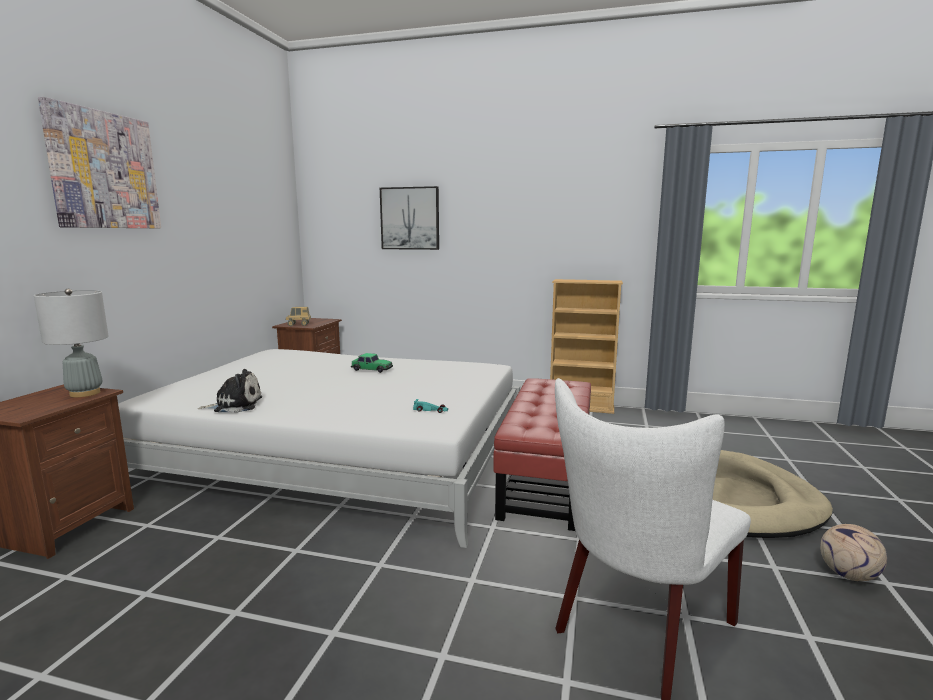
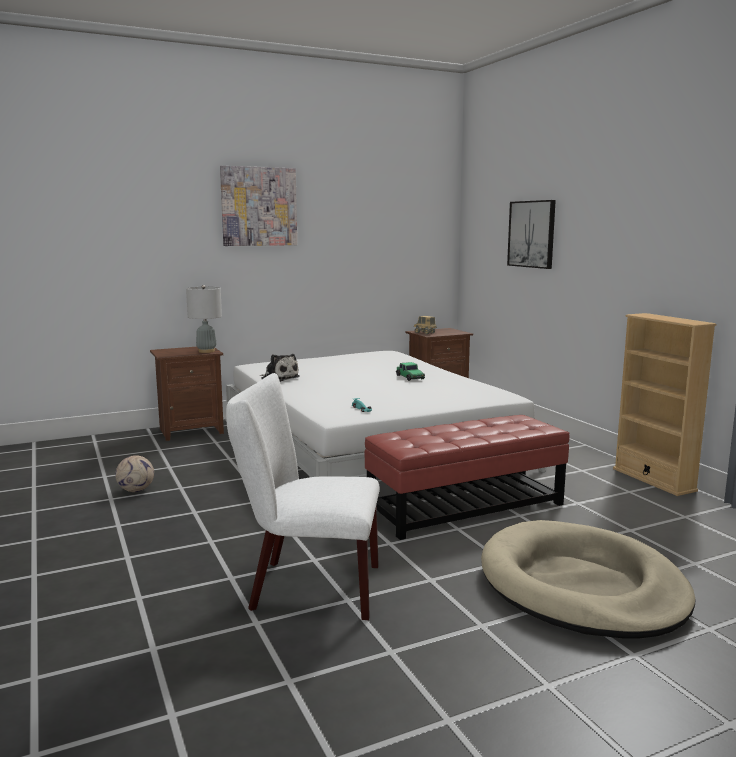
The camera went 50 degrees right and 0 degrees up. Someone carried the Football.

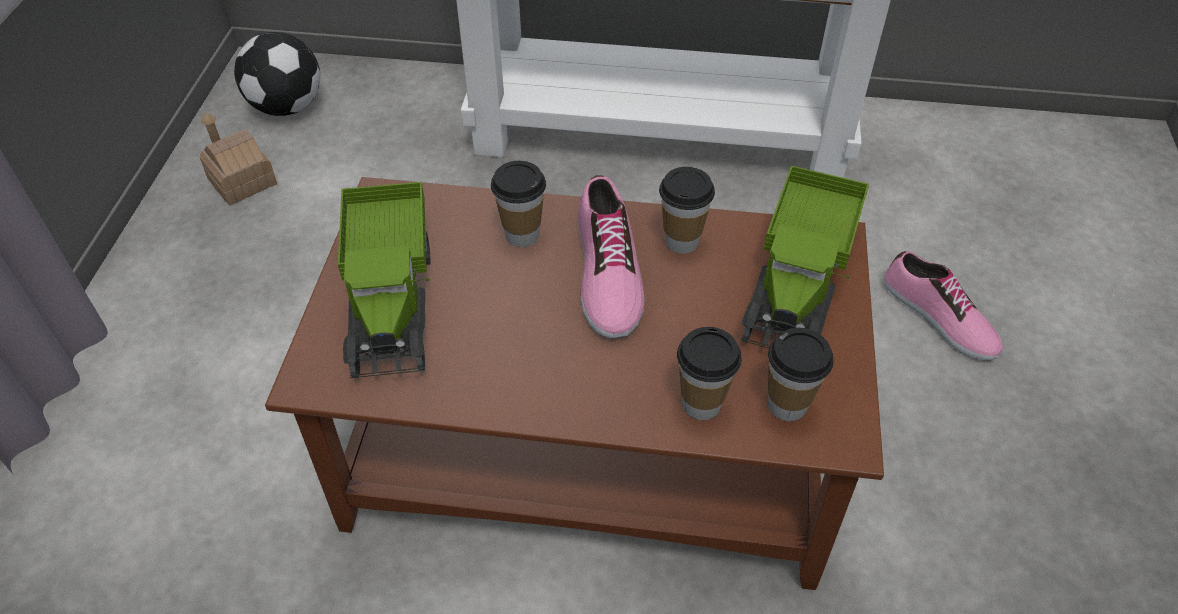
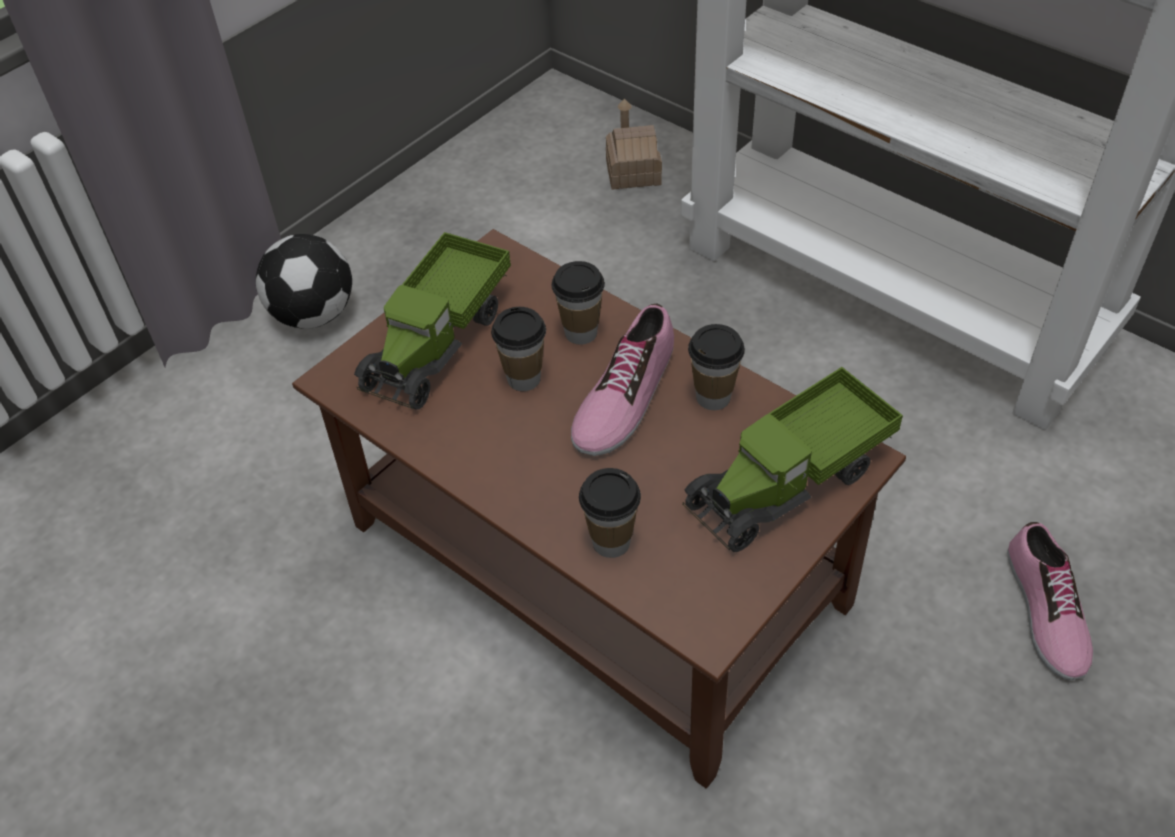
The camera went 35 degrees right and 0 degrees up. Someone carried the Football. Someone carried the ToyHouse. Someone carried the Cup (4th from left in the first image).

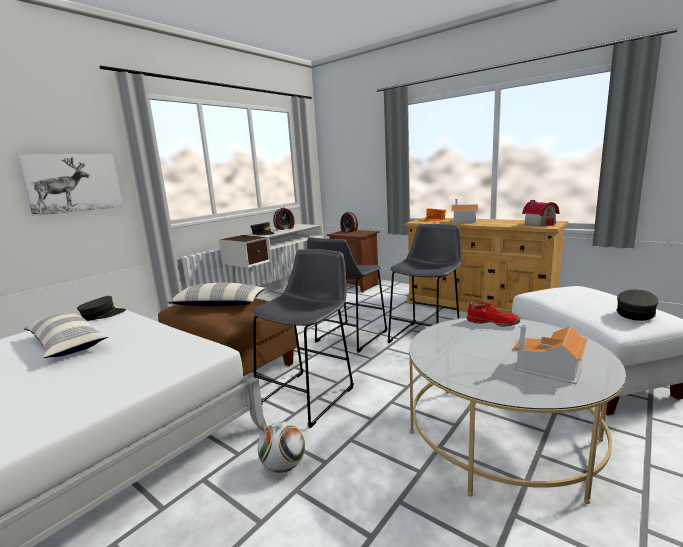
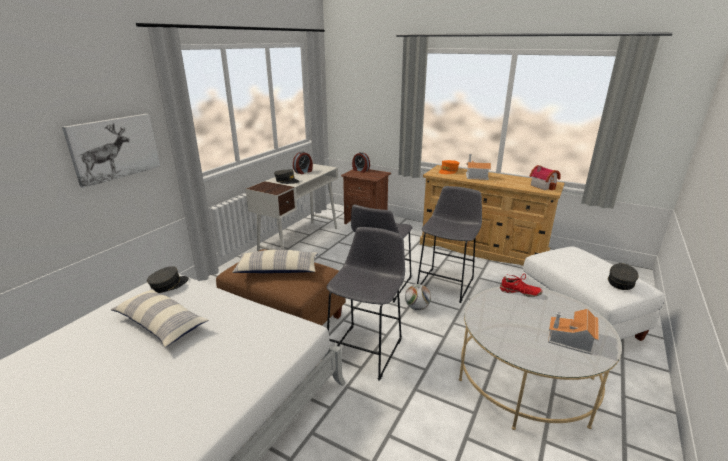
The camera went 10 degrees left and 10 degrees up. Someone carried the Football.

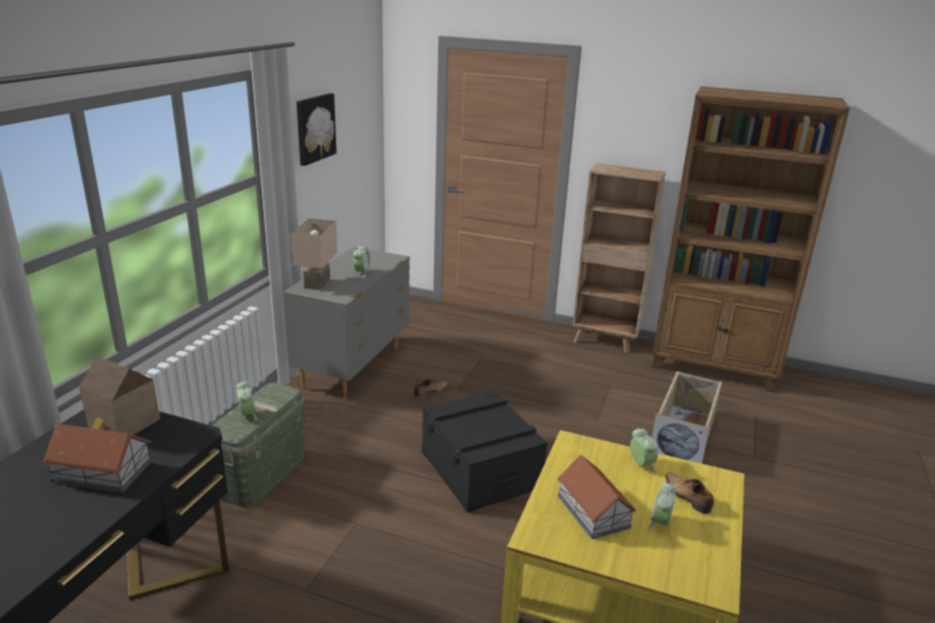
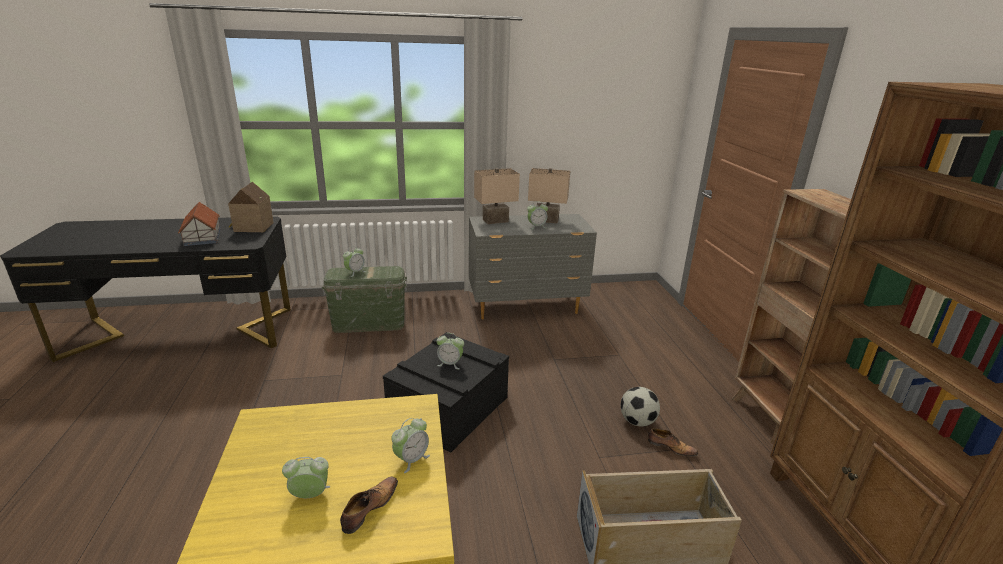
The camera went 60 degrees right and 0 degrees up. Someone took away the Picture. Someone carried the Shoe (1st from left in the first image). Someone took away the ToyHouse (3rd from left). Someone put down the BeigeTableLamp (2nd from left). Someone put down the AlarmClock (4th from left). Someone put down the Football.

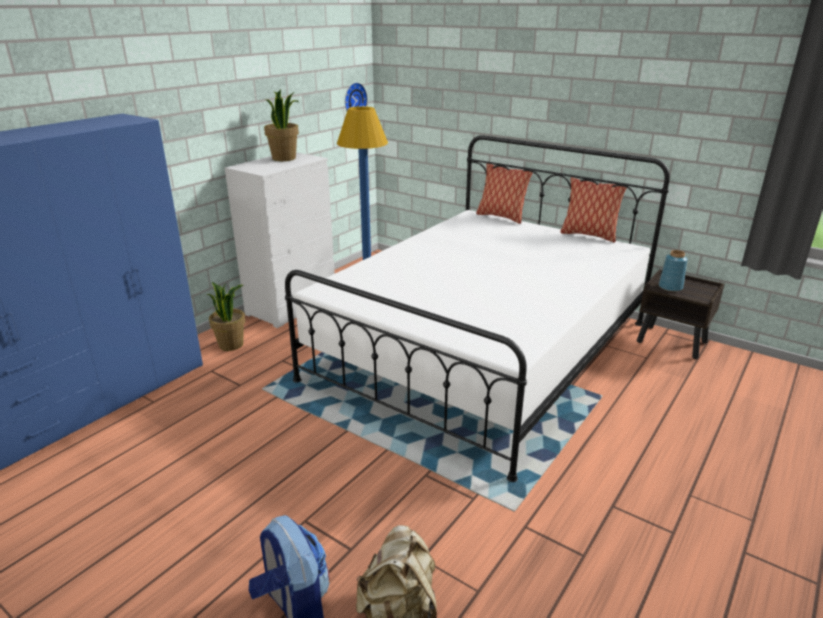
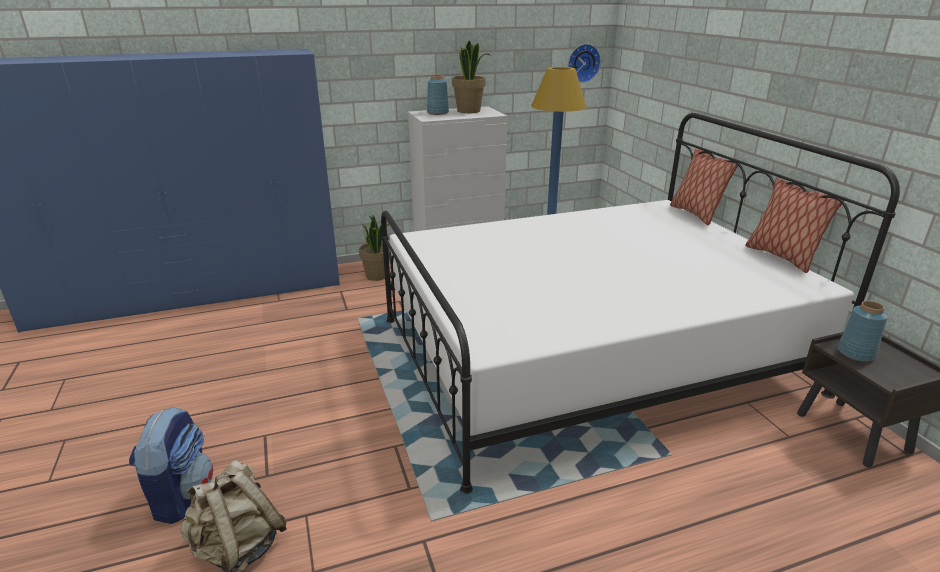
The camera went 35 degrees right and 0 degrees up. Someone put down the BlueVase (1st from left).

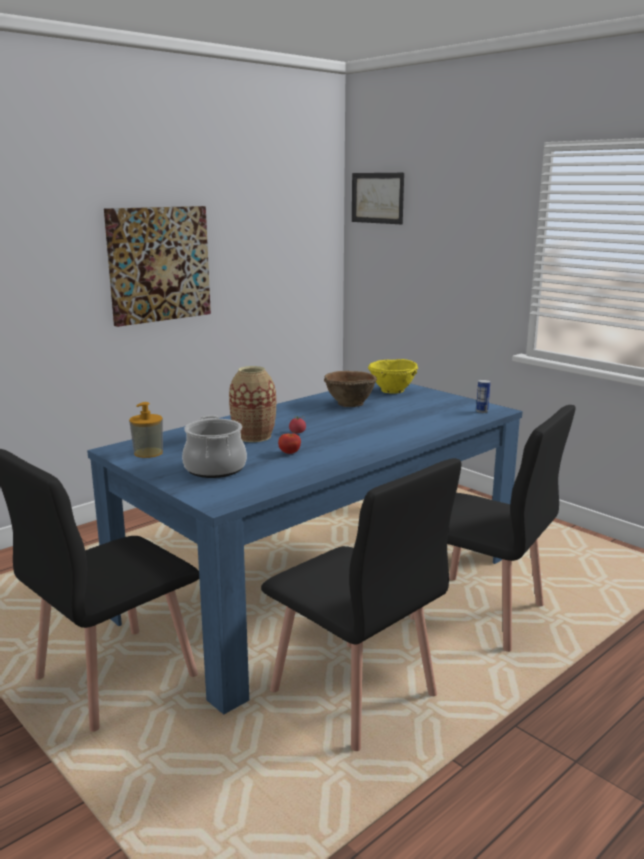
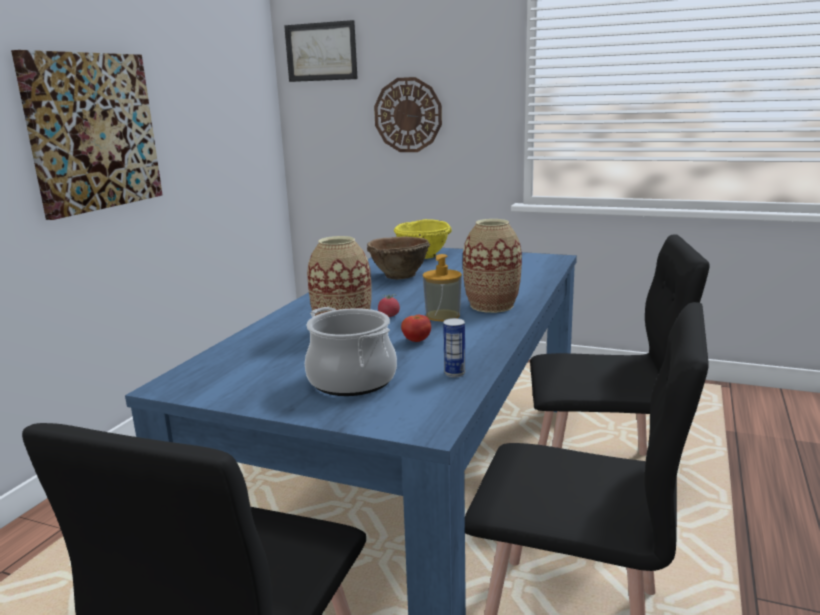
The camera went 25 degrees left and 0 degrees up. Someone carried the Can. Someone carried the SoapDispenser. Someone put up the WallClock. Someone put down the Vase (2nd from left).

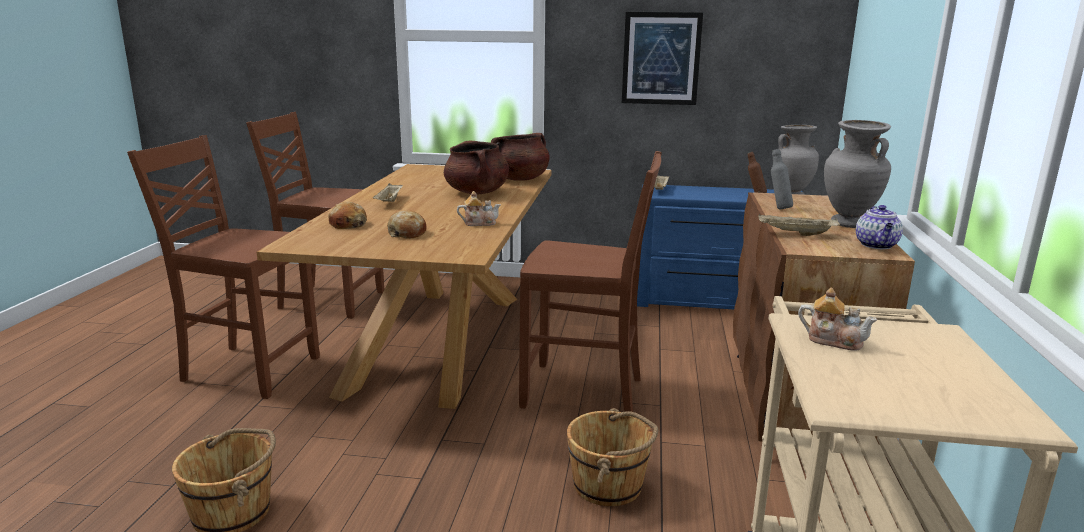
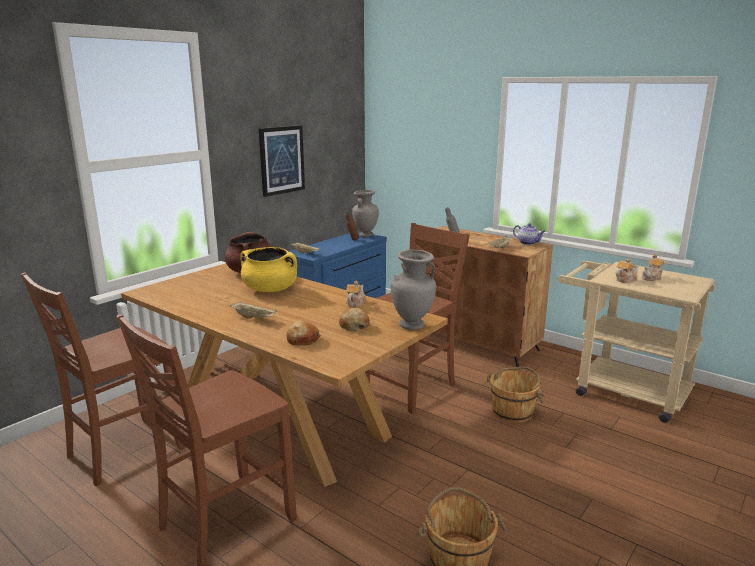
The camera went 60 degrees left and 0 degrees up. Someone carried the GreyVase (2nd from left). Someone repainted the BrownCookingPot (1st from left), which became the YellowCookingPot. Someone put down the Teapot (4th from left).

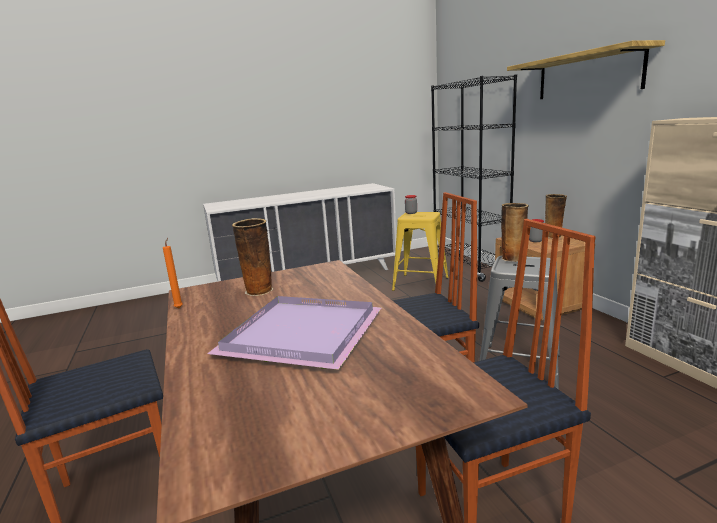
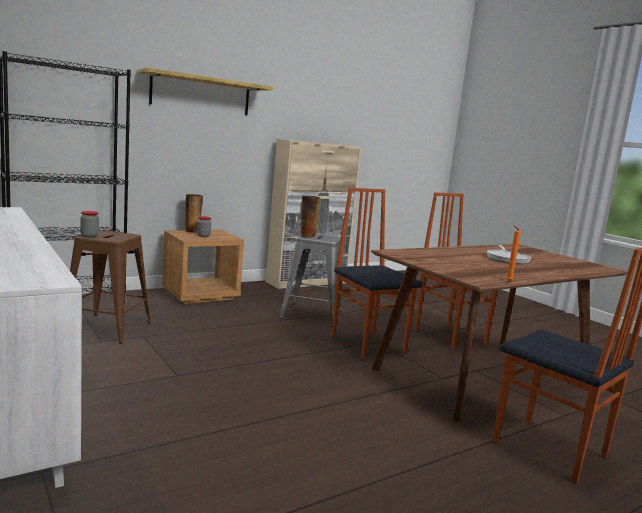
The camera went 105 degrees left and 5 degrees down. Someone repainted the YellowStool, which became the BrownStool. Someone took away the Vase (1st from left). Someone swapped the PurpleTray for the FryingPan.

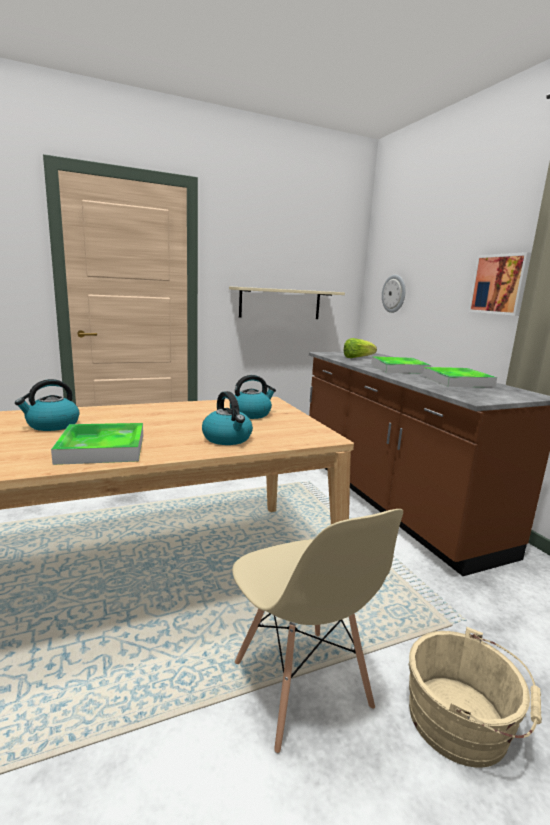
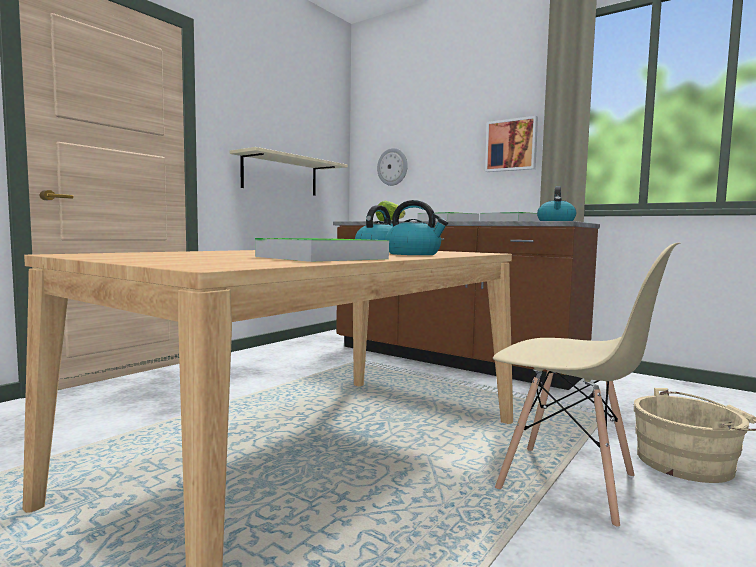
The camera went 30 degrees left and 10 degrees down. Someone carried the Kettle (1st from left in the first image).

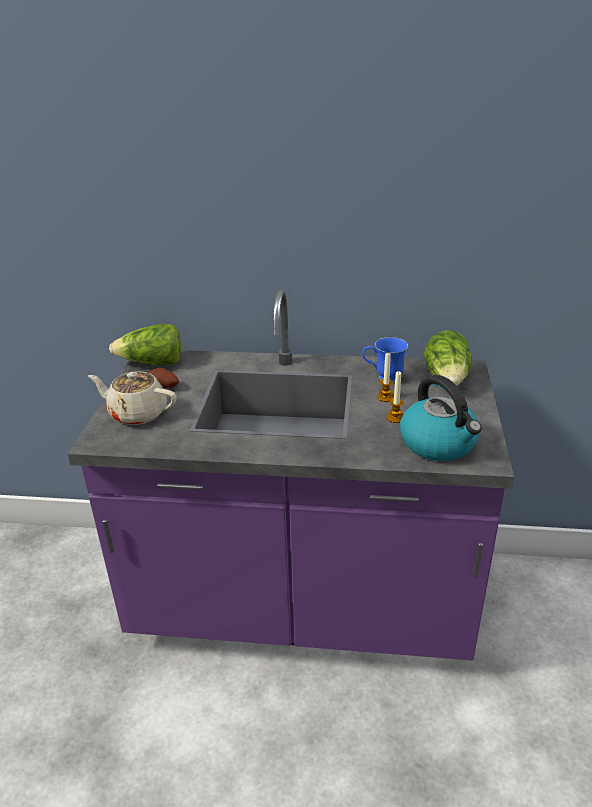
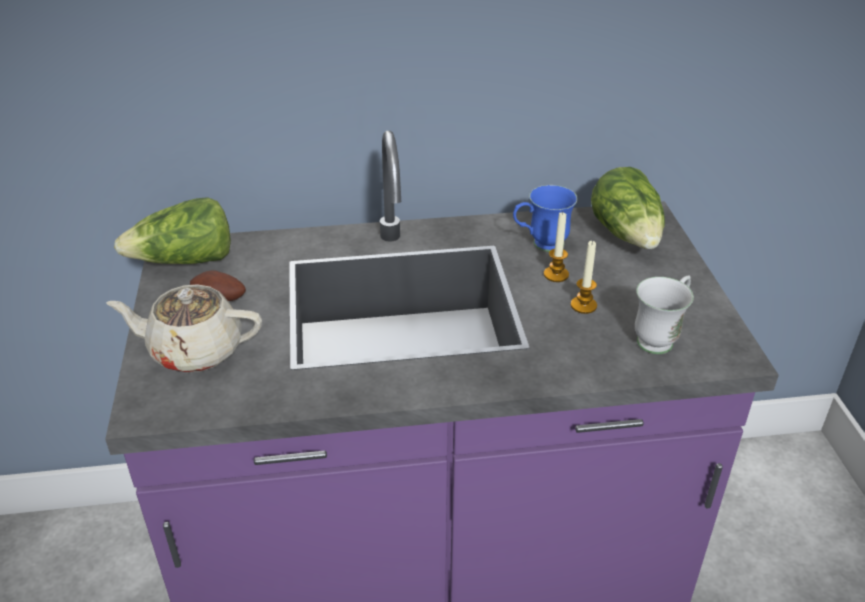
The camera went 15 degrees left and 5 degrees up. Someone swapped the Kettle for the WhiteMug.

